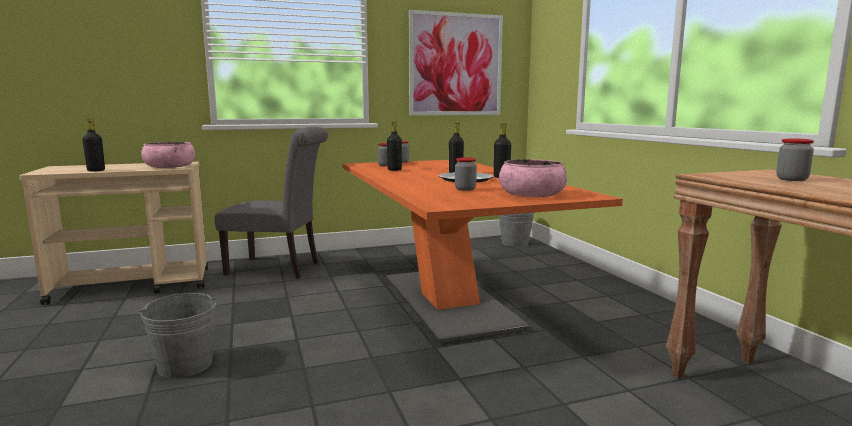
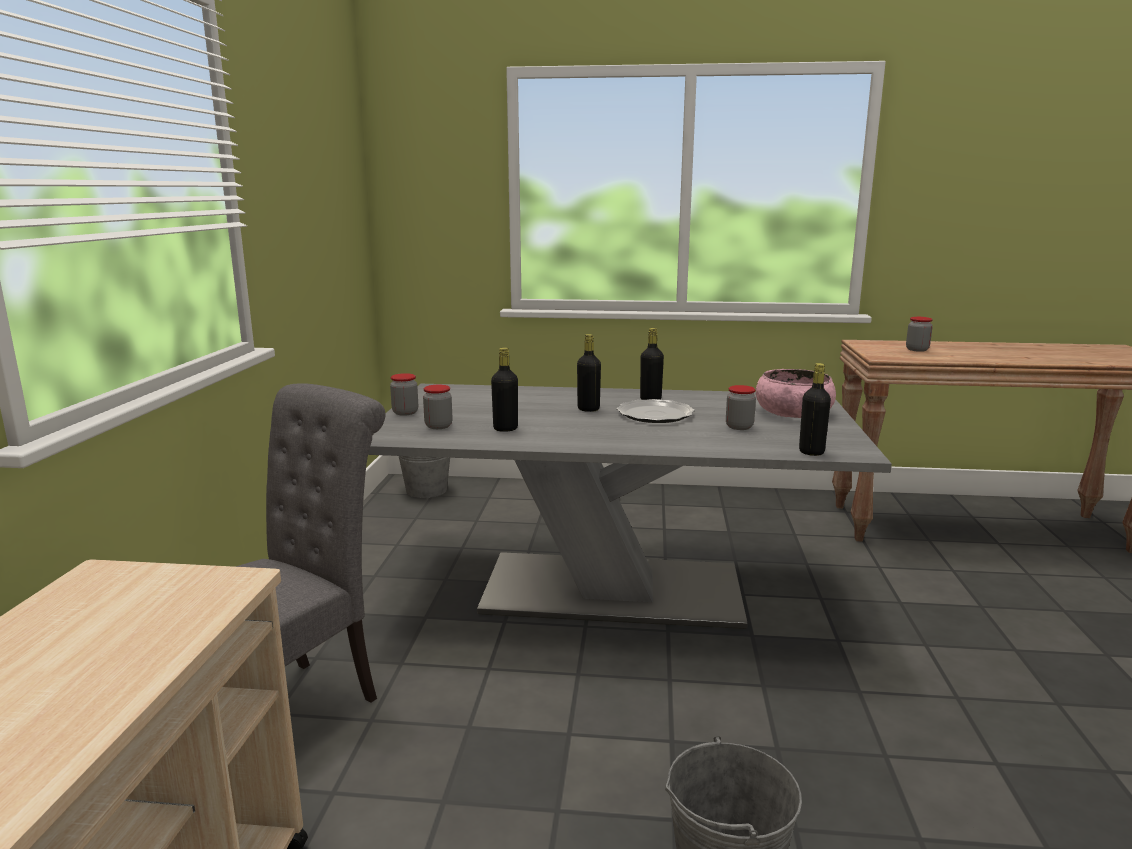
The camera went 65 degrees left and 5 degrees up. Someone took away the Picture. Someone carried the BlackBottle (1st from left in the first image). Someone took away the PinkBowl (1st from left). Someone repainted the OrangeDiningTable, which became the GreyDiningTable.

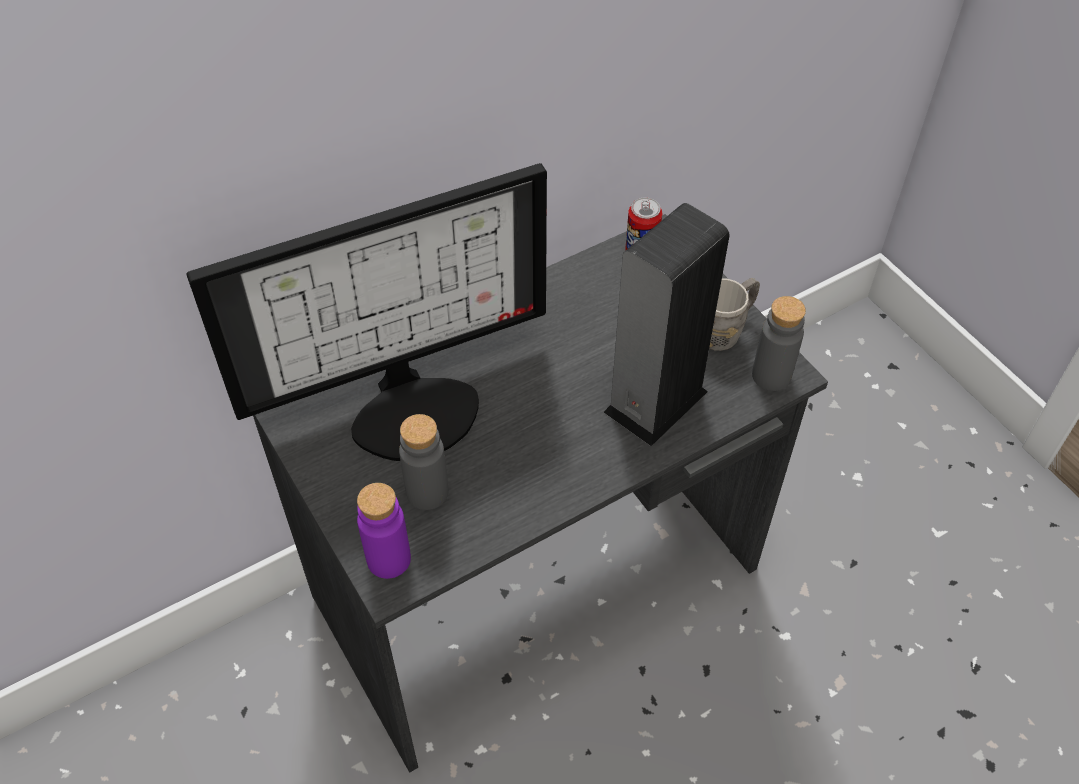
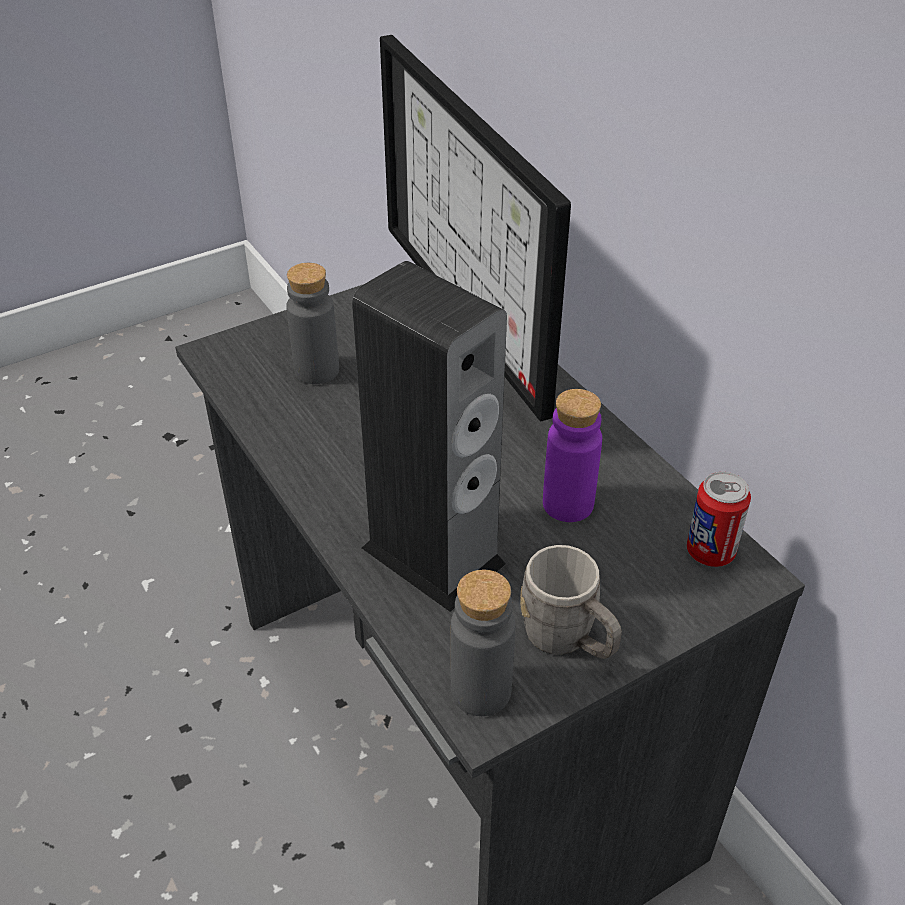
The camera went 90 degrees right and 10 degrees down. Someone carried the PurpleBottle.

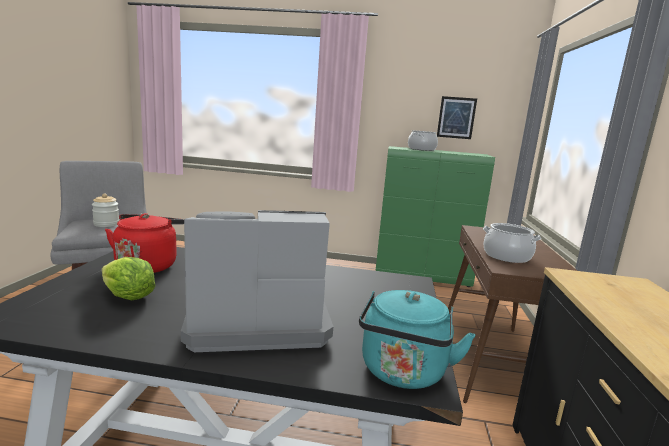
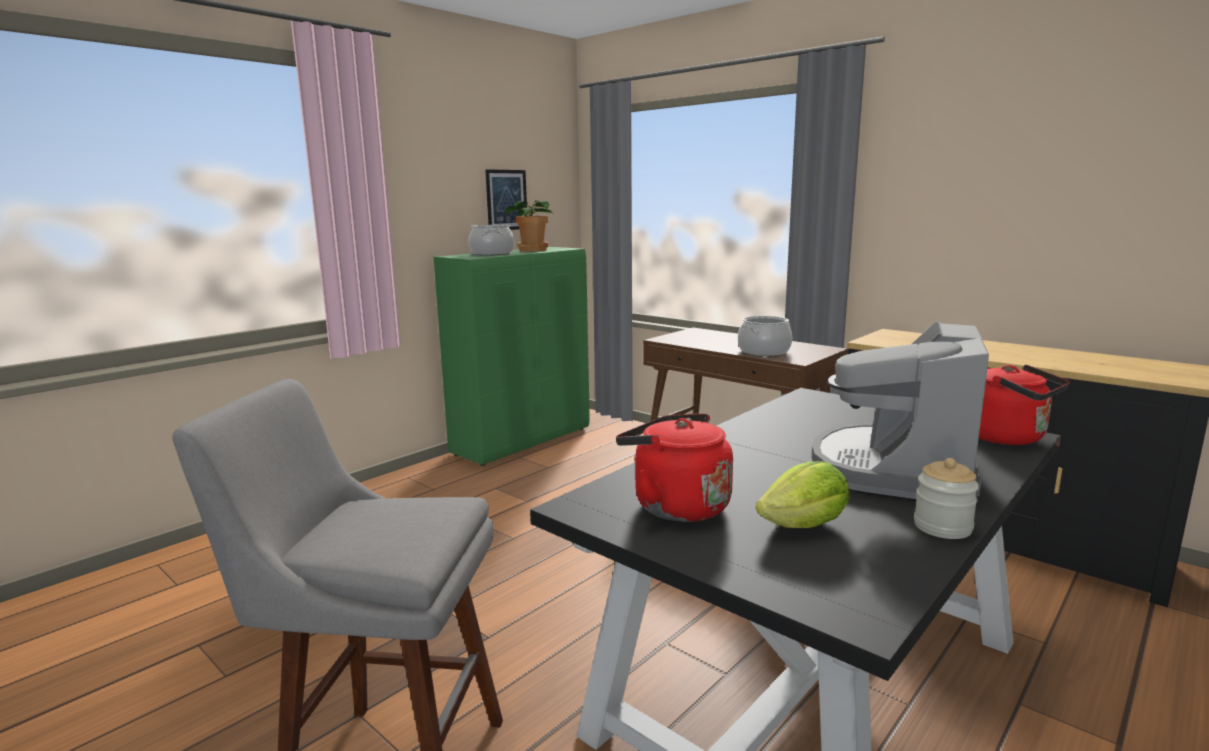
The camera went 55 degrees left and 0 degrees up. Someone carried the Jar. Someone repainted the TurquoiseKettle, which became the RedKettle (2nd from left). Someone put down the PottedPlant.

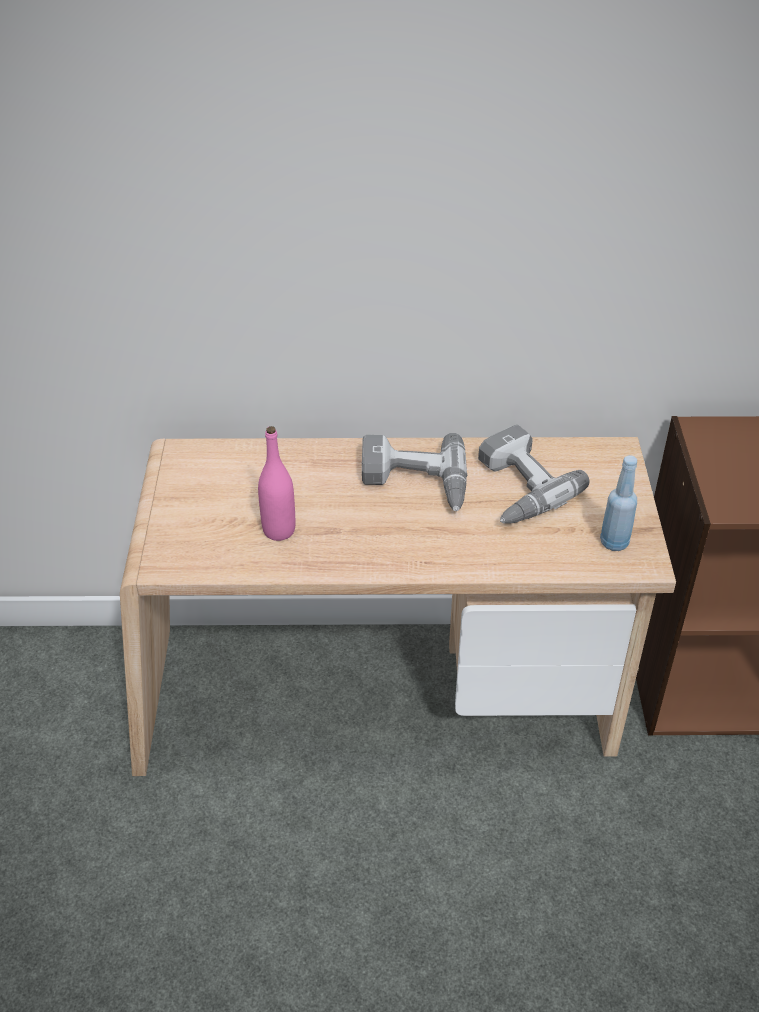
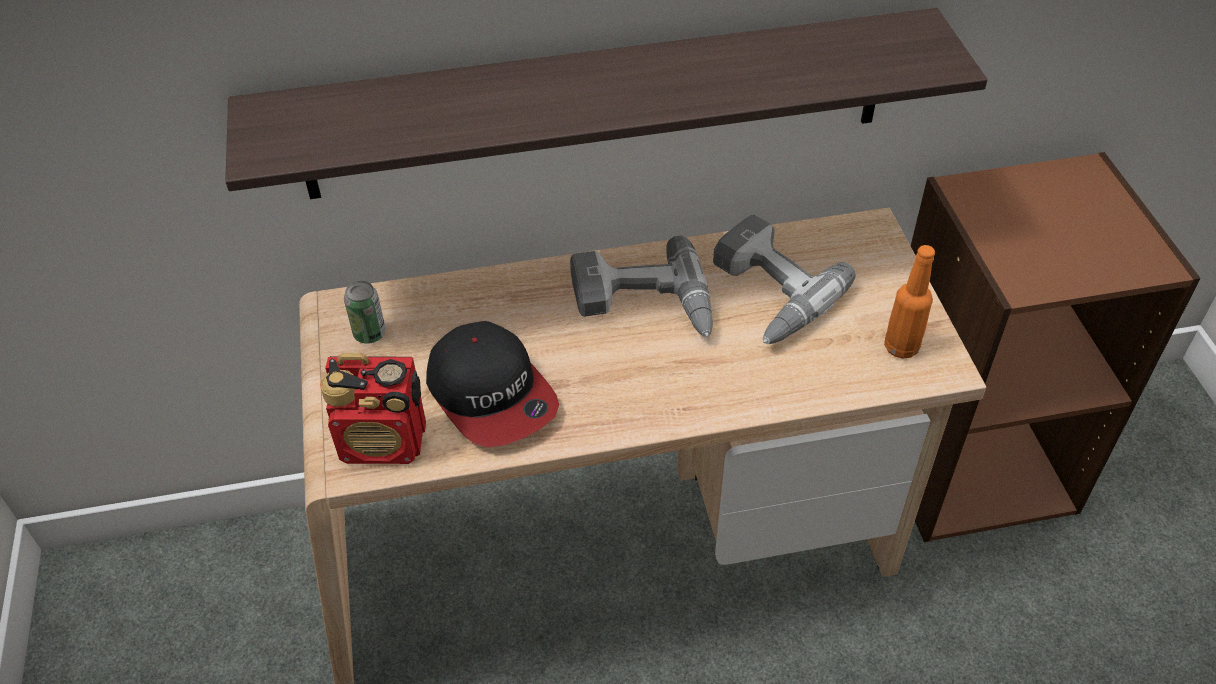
The camera went 10 degrees left and 5 degrees up. Someone swapped the PinkBottle for the Cap. Someone repainted the BlueBottle, which became the OrangeBottle. Someone put up the Shelf. Someone put down the Can. Someone put down the Radio.

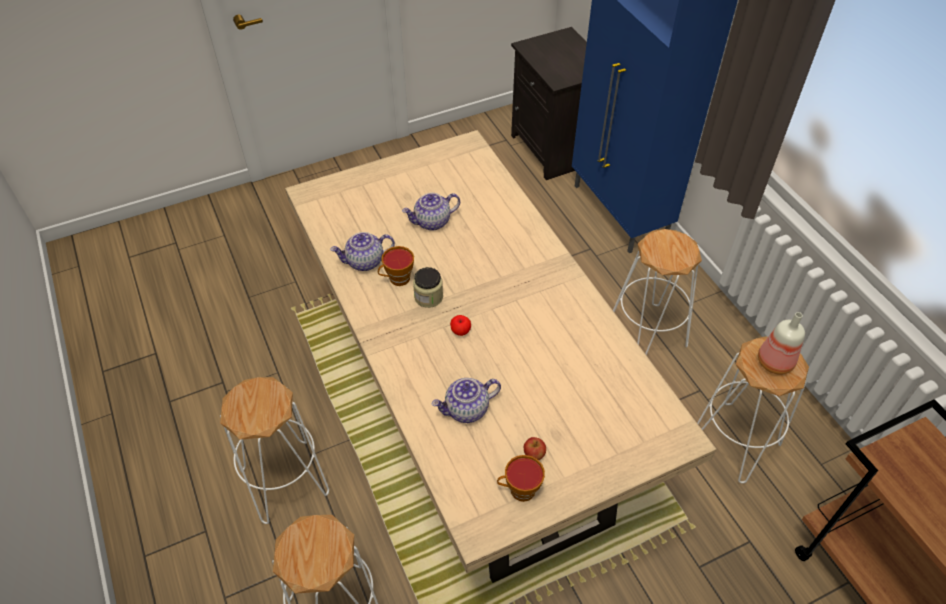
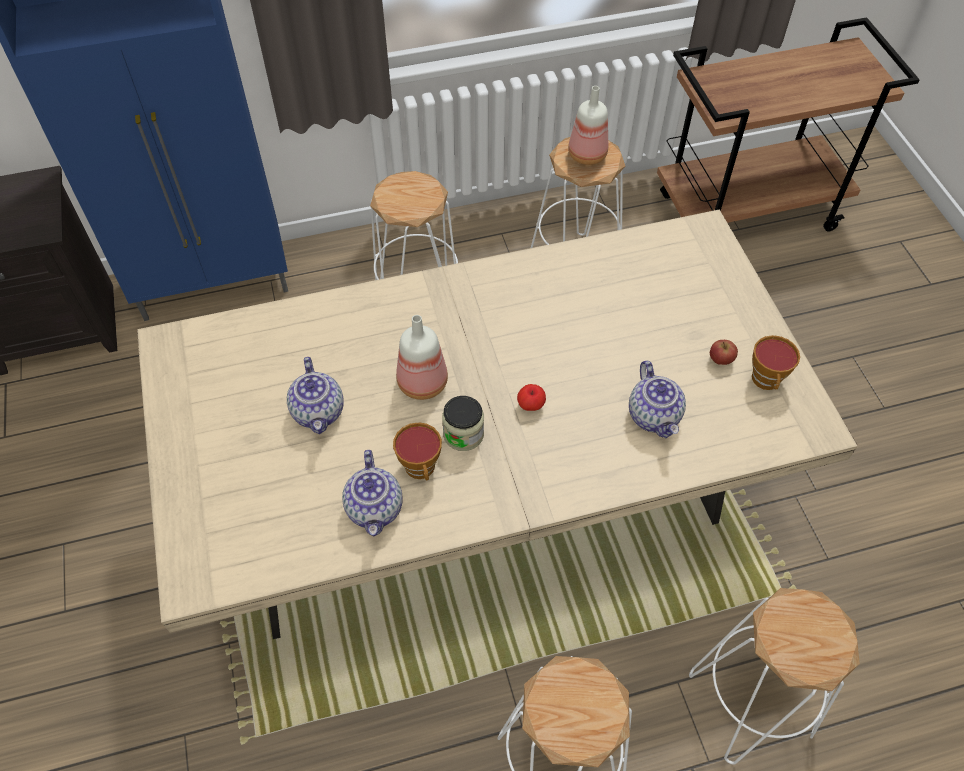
The camera went 80 degrees left and 5 degrees up. Someone put down the Bottle (1st from left).

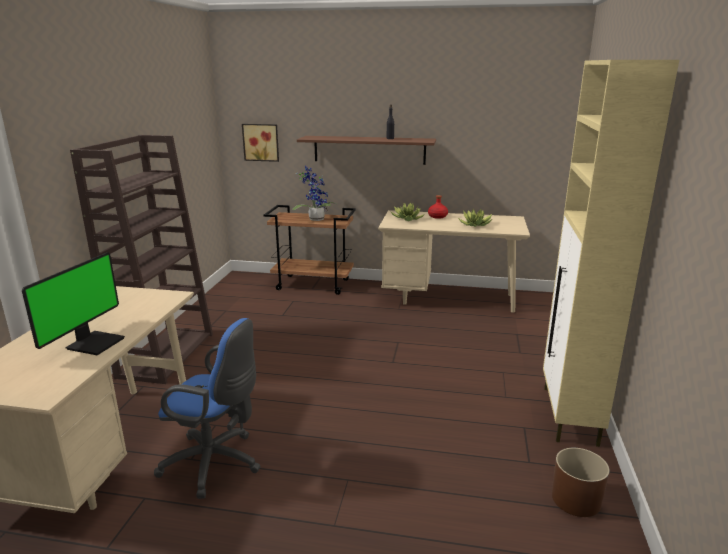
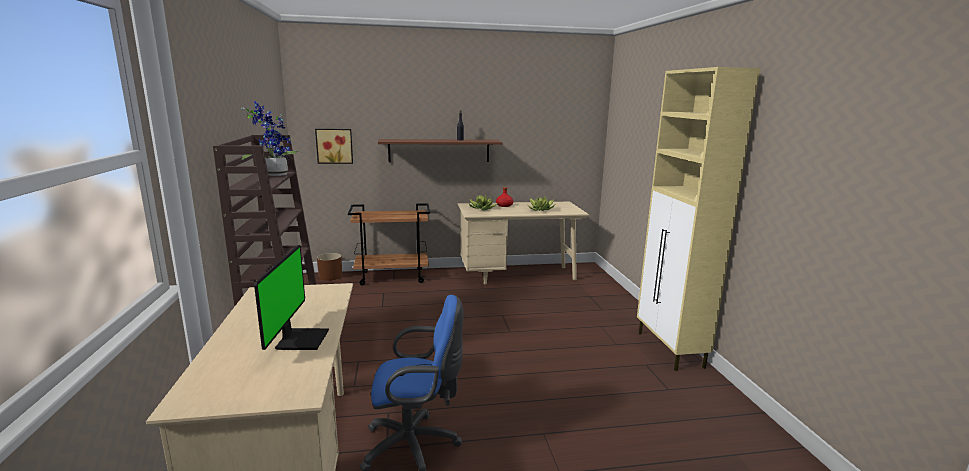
The camera went 20 degrees left and 5 degrees down. Someone carried the PottedPlant (1st from left). Someone carried the BrownPlanter.

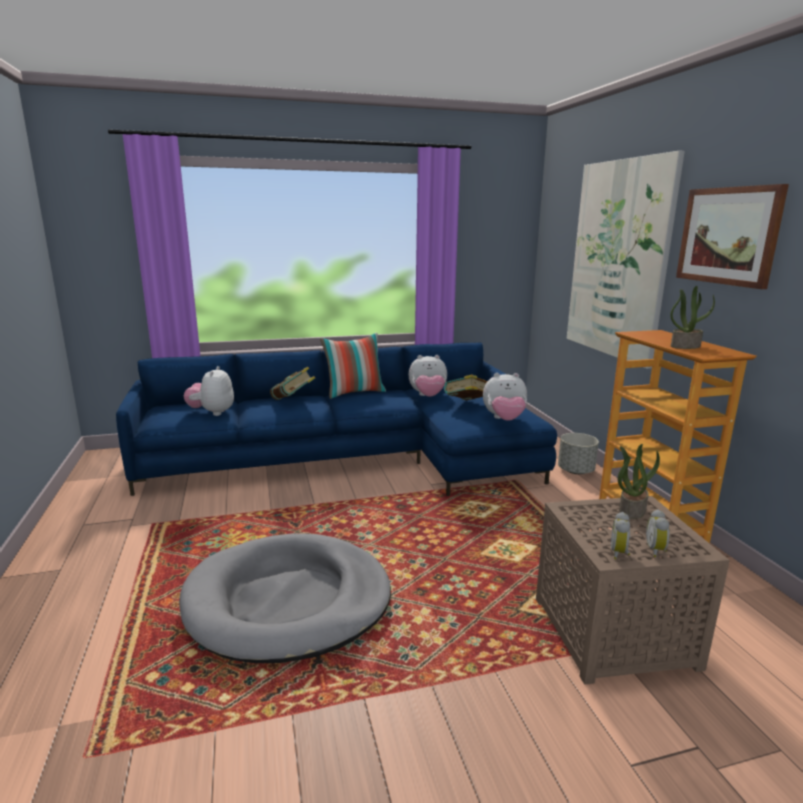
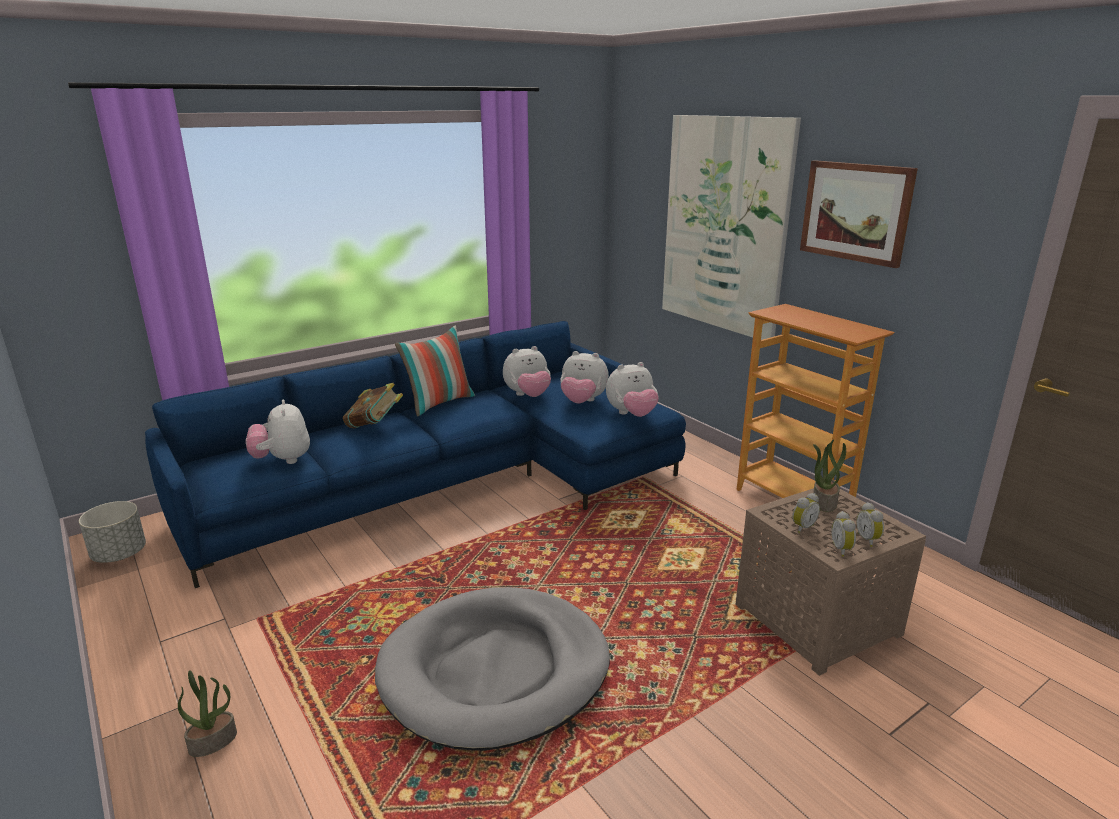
The camera went 20 degrees left and 5 degrees up. Someone carried the PottedPlant (2nd from left in the first image). Someone swapped the Book (2nd from left) for the PlushToy (3rd from left). Someone carried the GreyPlanter. Someone put down the AlarmClock (1st from left).

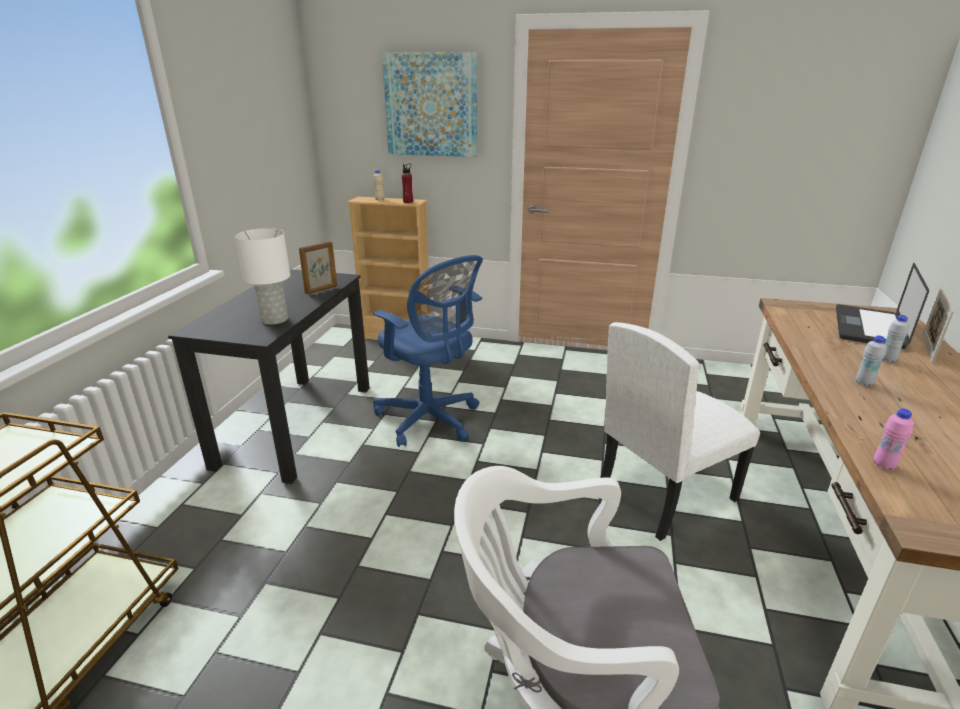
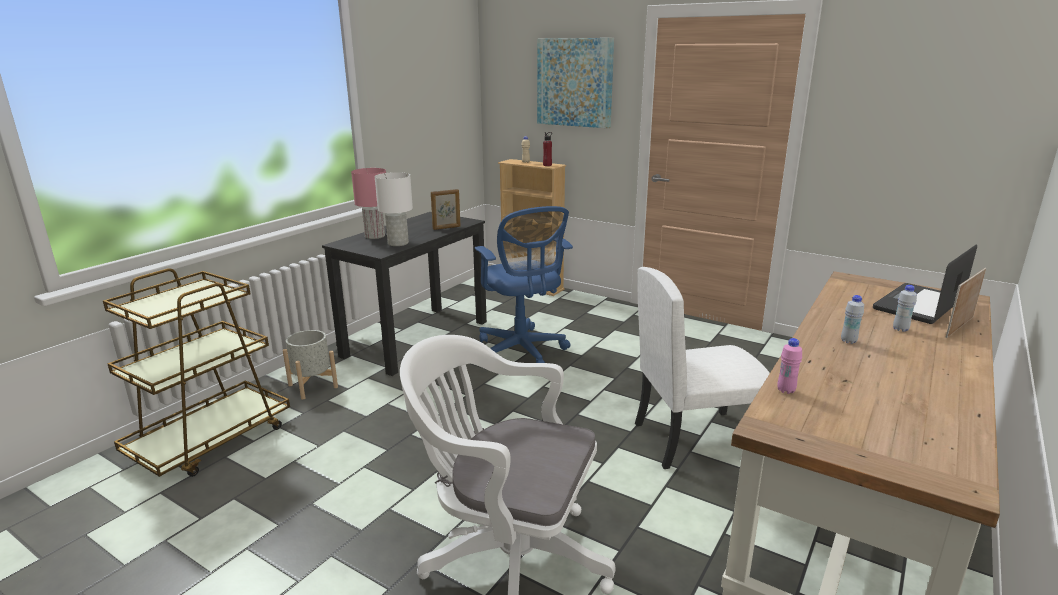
The camera went 20 degrees right and 5 degrees down. Someone put down the PinkTableLamp. Someone put down the GreyPlanter.

